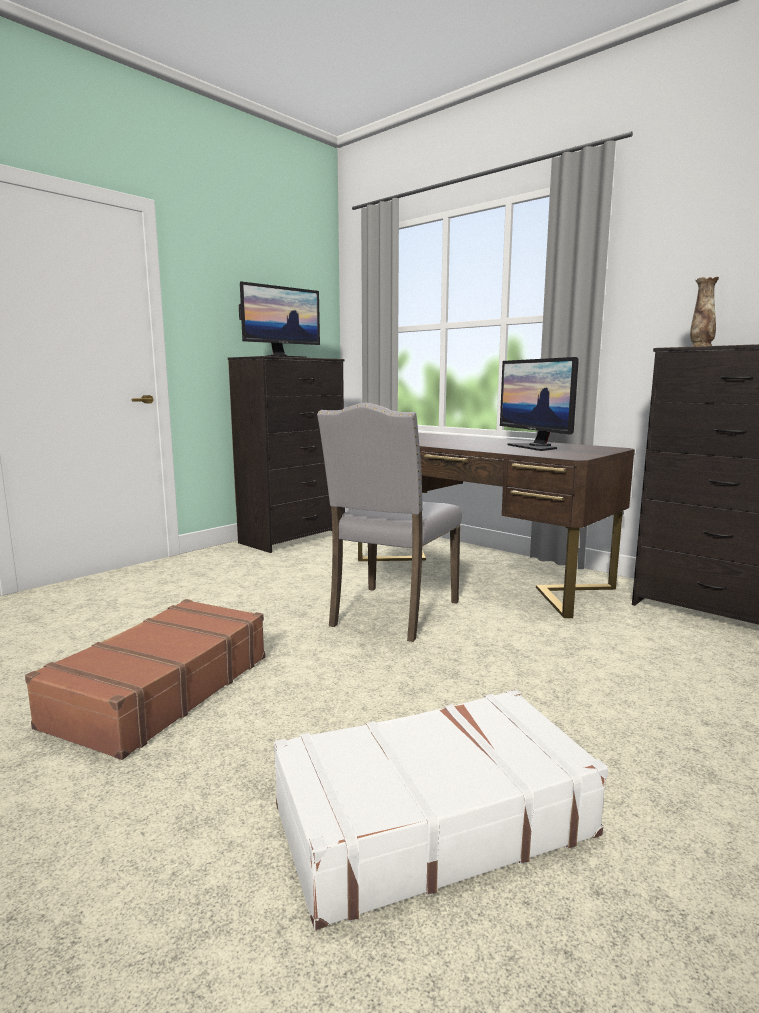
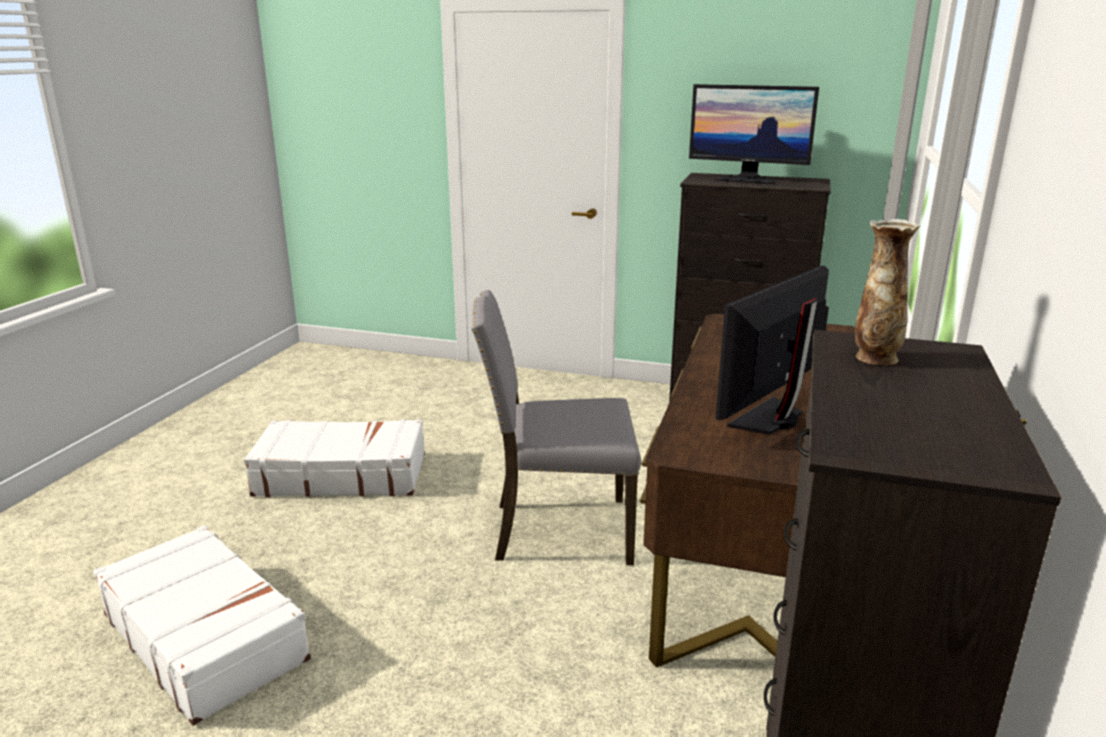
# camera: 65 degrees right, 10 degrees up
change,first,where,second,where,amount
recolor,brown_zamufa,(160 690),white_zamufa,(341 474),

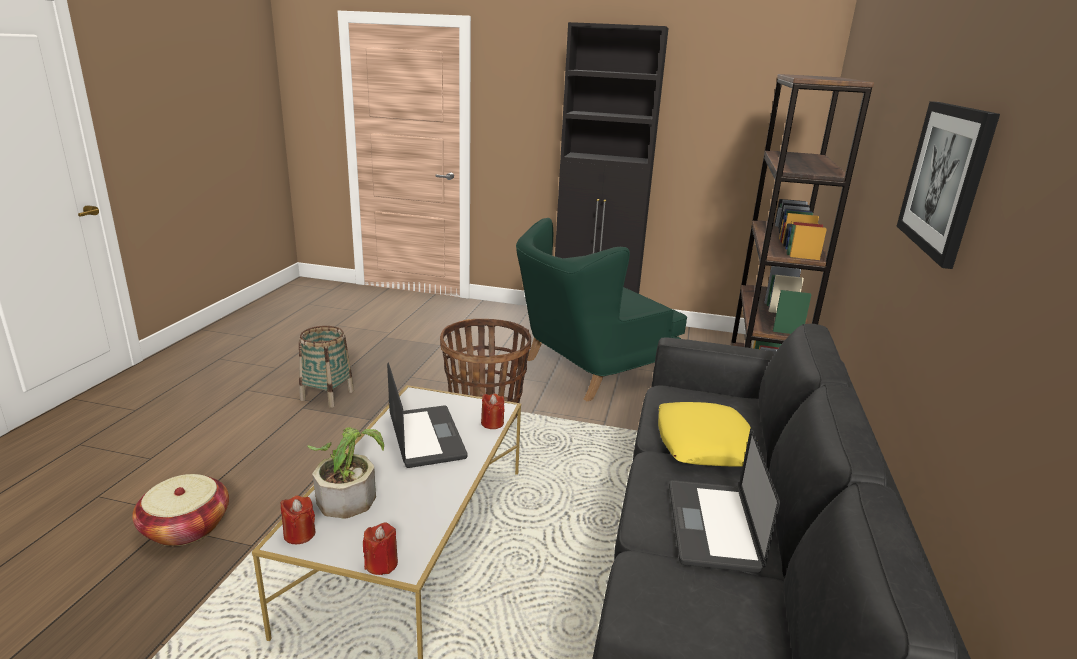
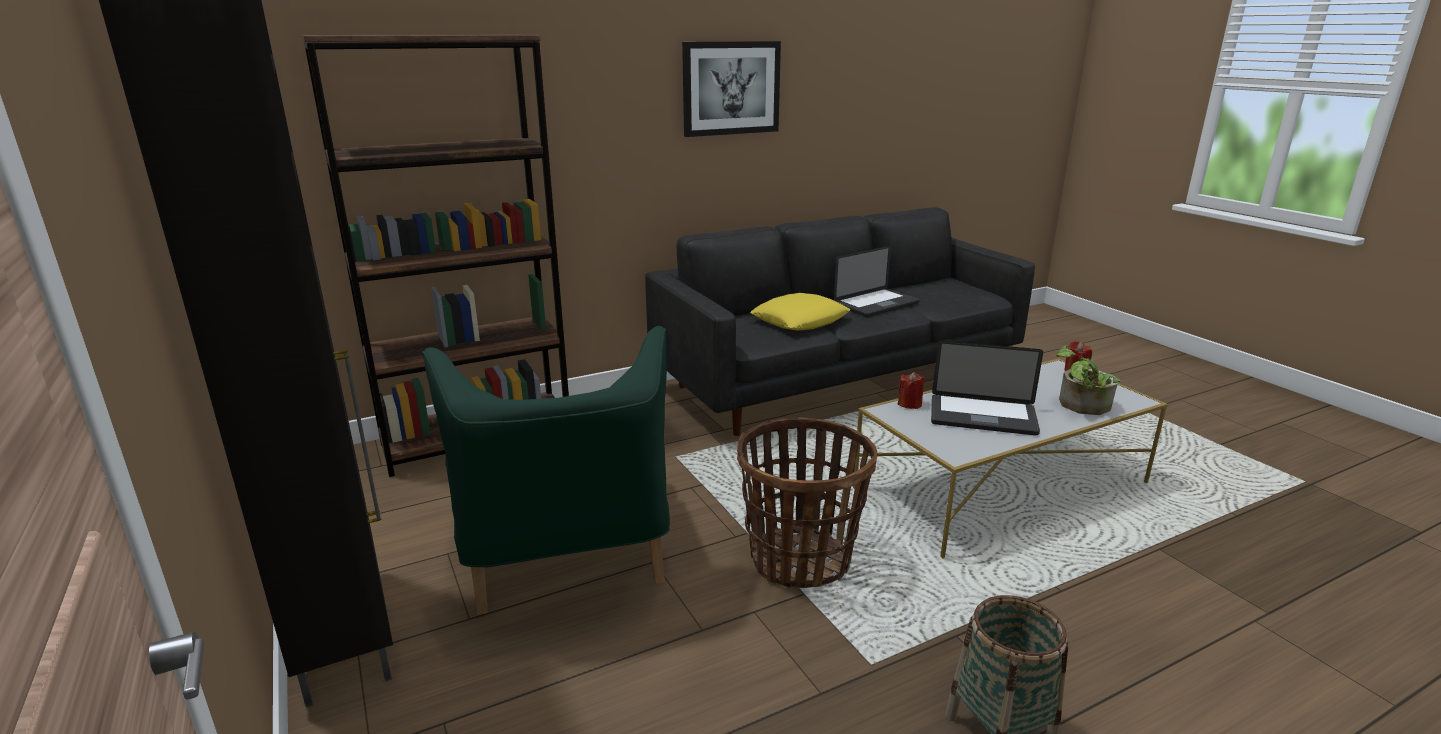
# camera: 130 degrees left, 0 degrees up
change,first,where,second,where,amount
rotate,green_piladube,(590 368),,(565 550),60 degrees clockwise
rotate,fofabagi,(426 437),,(982 416),105 degrees counterclockwise
delete,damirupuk,(186 527),,,
delete,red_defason,(299 534),,,

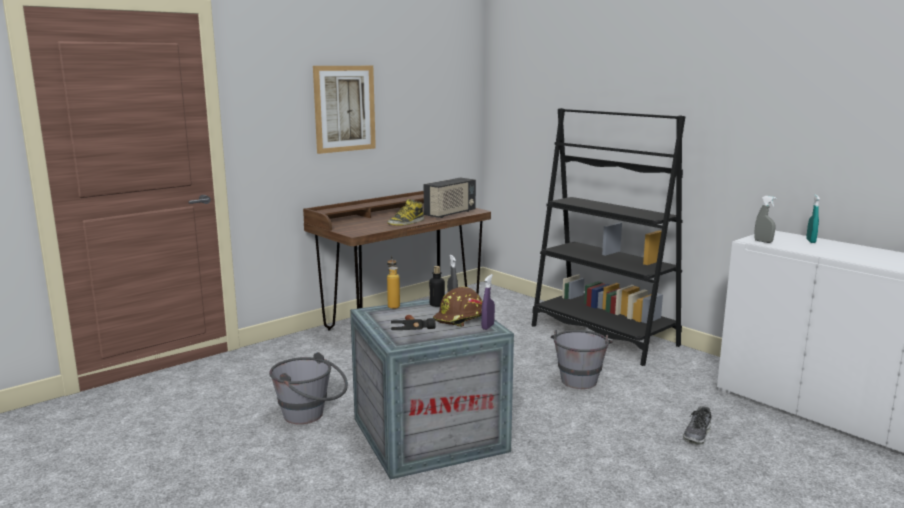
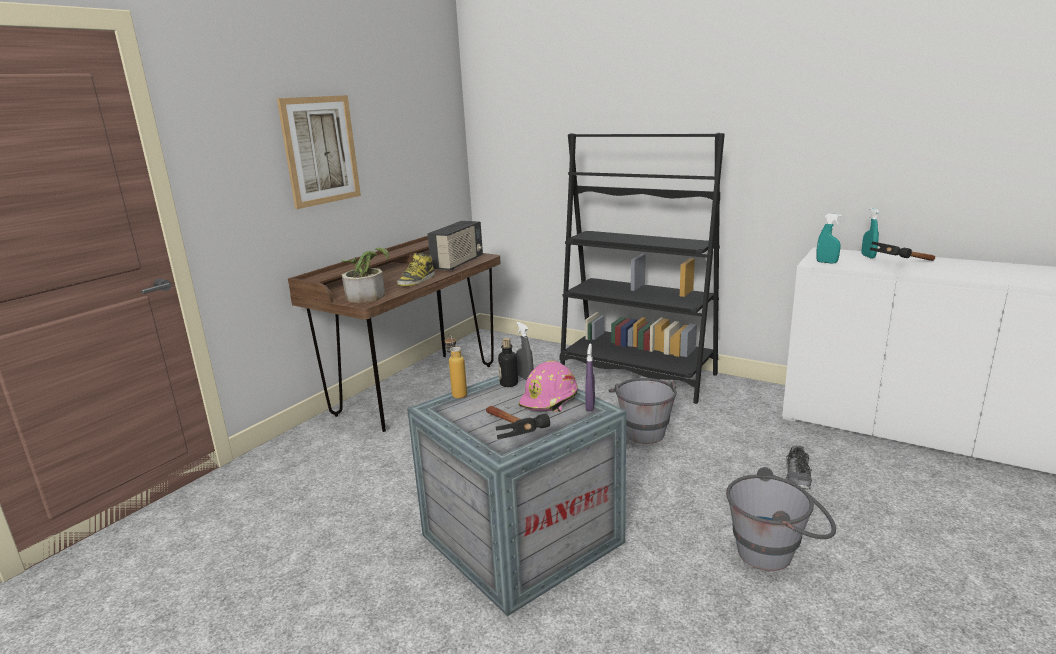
# camera: 15 degrees left, 5 degrees up
change,first,where,second,where,amount
insert,,,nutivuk,(368 295),
recolor,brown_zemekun,(459 319),pink_zemekun,(550 400),
move,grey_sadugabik,(311 416),,(776 553),
recolor,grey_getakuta,(763 241),turquoise_getakuta,(826 262),
insert,,,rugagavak,(902 268),

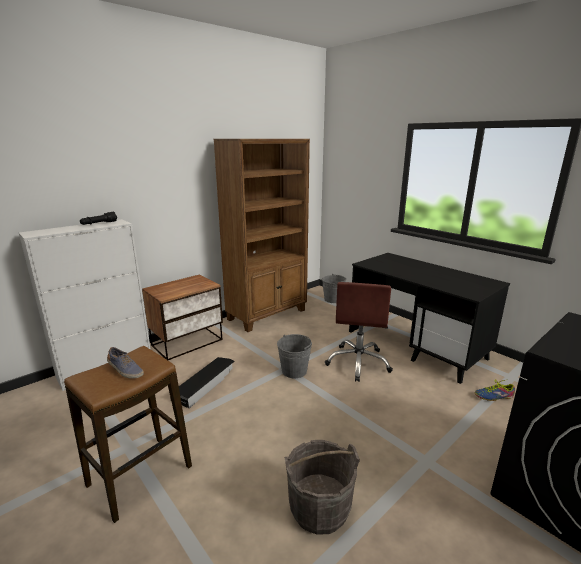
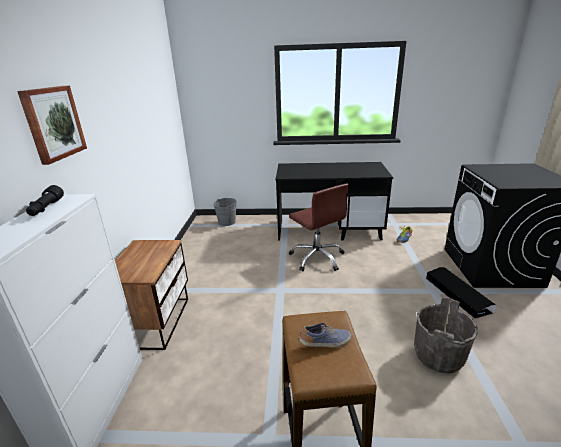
# camera: 45 degrees left, 5 degrees up
change,first,where,second,where,amount
insert,,,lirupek,(53 123),
move,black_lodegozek,(205 384),,(457 294),
delete,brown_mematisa,(268 315),,,
delete,grey_sadugabik,(294 371),,,

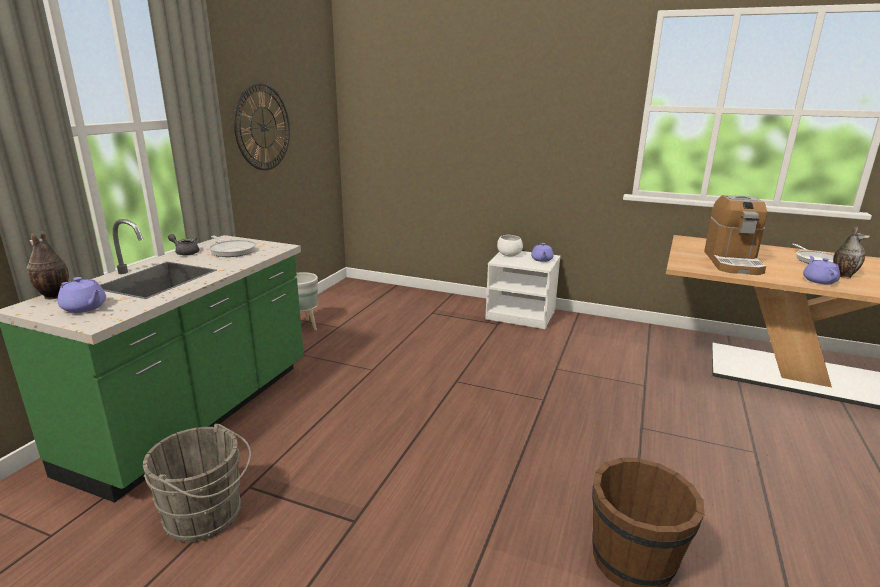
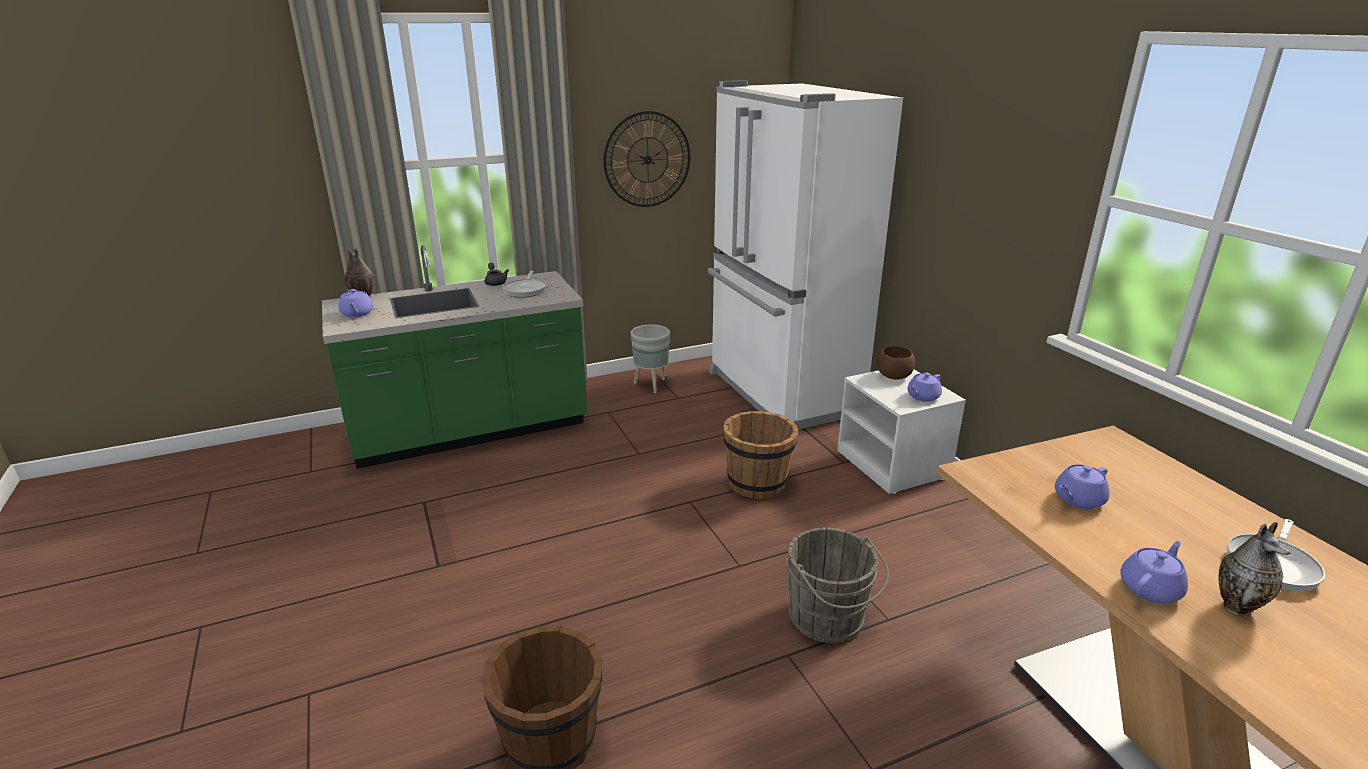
# camera: 45 degrees right, 5 degrees up
change,first,where,second,where,amount
insert,,,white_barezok,(780 394),
insert,,,brown_sadugabik,(757 483),
move,grey_sadugabik,(207 516),,(829 620),
recolor,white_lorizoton,(509 255),brown_lorizoton,(893 376),
replace,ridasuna,(732 262),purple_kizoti,(1078 500),

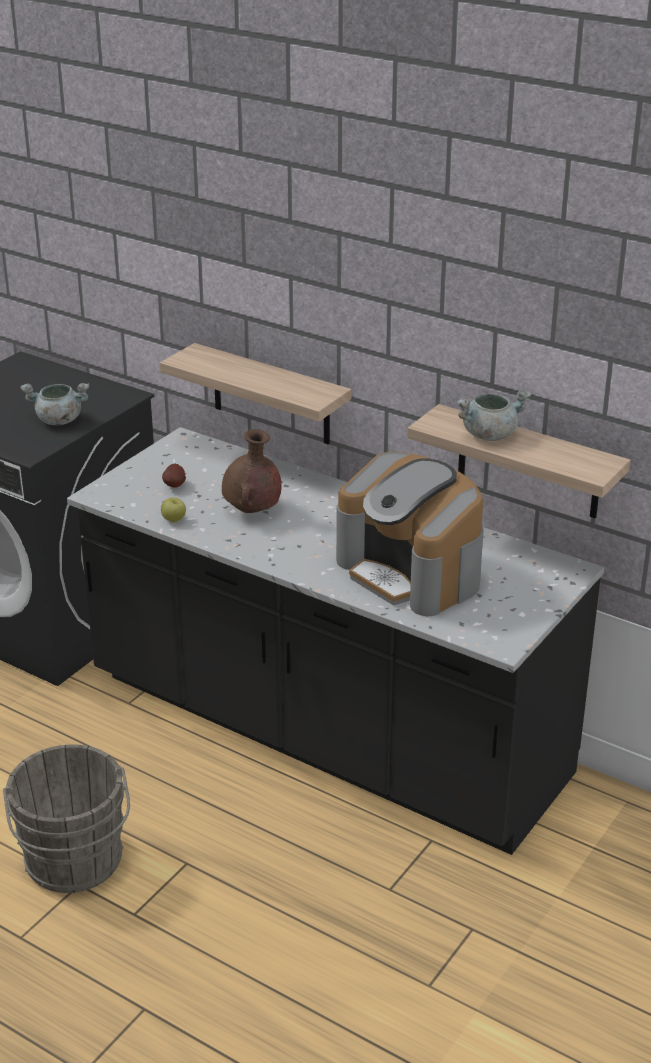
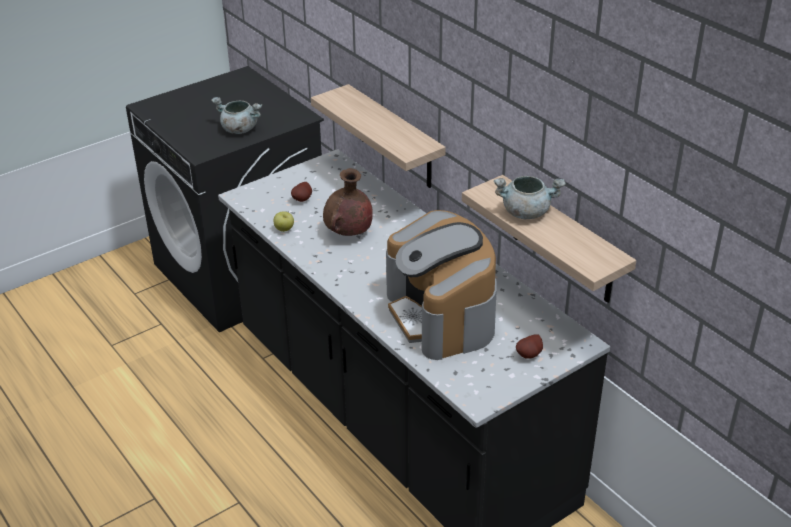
# camera: 20 degrees right, 5 degrees up
change,first,where,second,where,amount
insert,,,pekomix,(530 355),
delete,grey_sadugabik,(74 864),,,

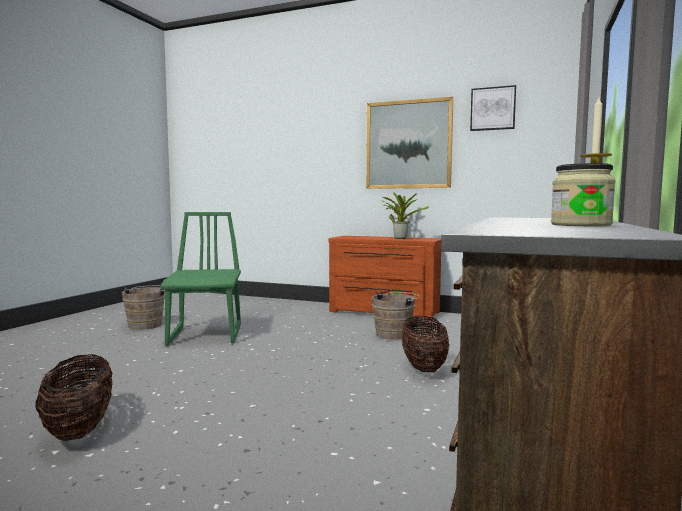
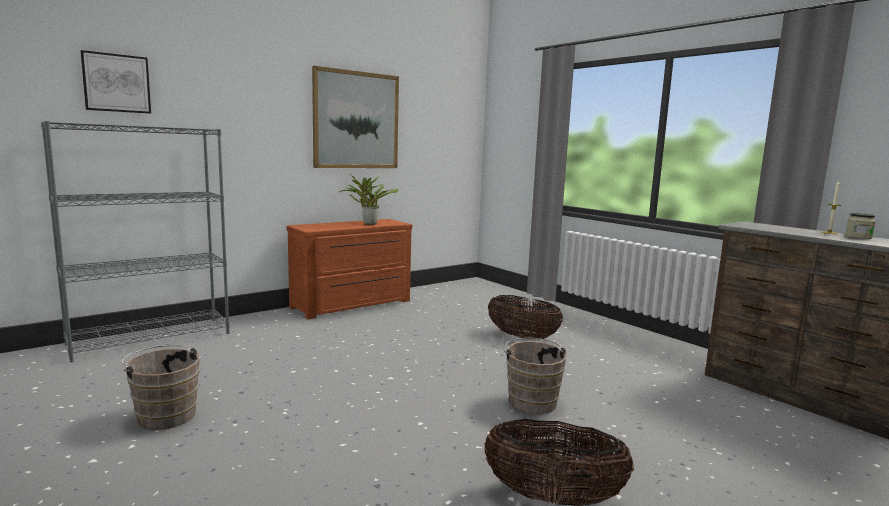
# camera: 60 degrees left, 5 degrees up
change,first,where,second,where,amount
insert,,,grey_mematisa,(151 338),
move,lirupek,(492 109),,(116 83),
move,brown_sadugabik,(395 334),,(531 401),
delete,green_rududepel,(206 335),,,

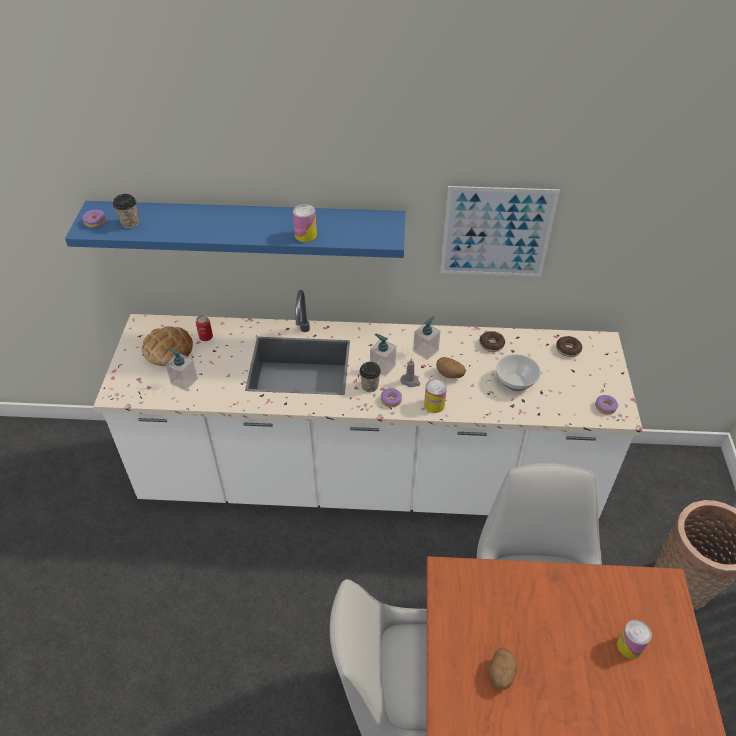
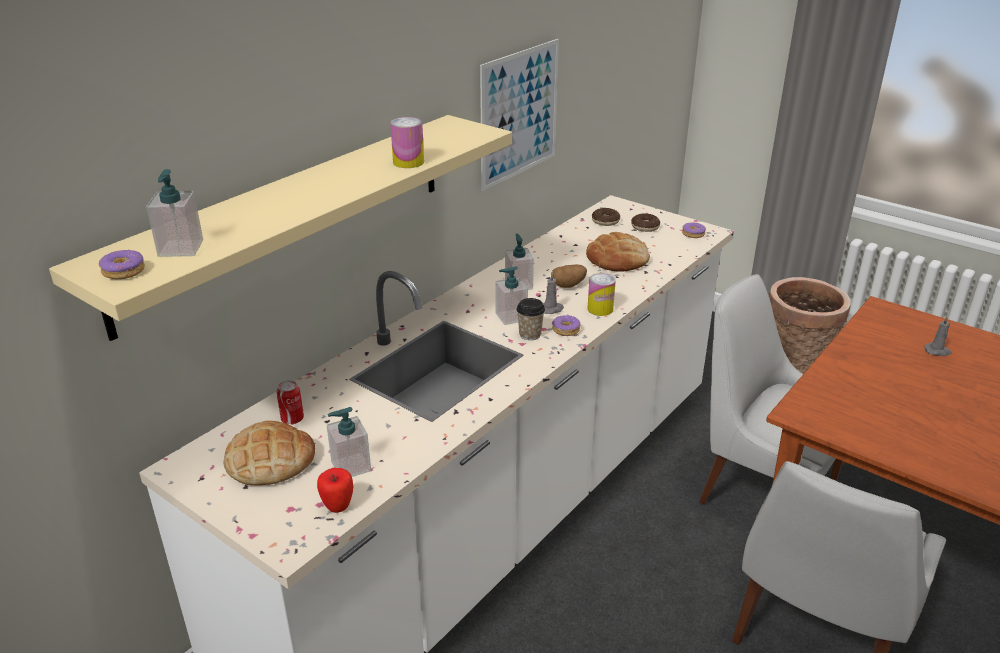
# camera: 55 degrees left, 15 degrees down
change,first,where,second,where,amount
recolor,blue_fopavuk,(247 228),beige_fopavuk,(291 216),
replace,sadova,(130 223),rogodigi,(180 248),
insert,,,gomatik,(338 506),
replace,lorizoton,(515 382),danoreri,(618 259),
move,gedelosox,(491 344),,(645 227),
replace,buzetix,(629 646),grey_defason,(937 351),
delete,pekomix,(501 674),,,

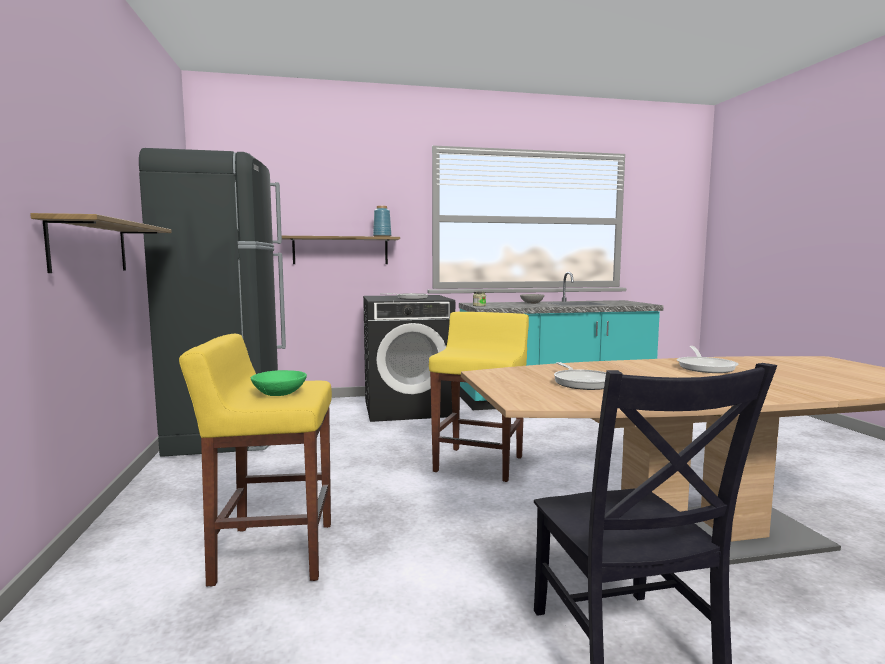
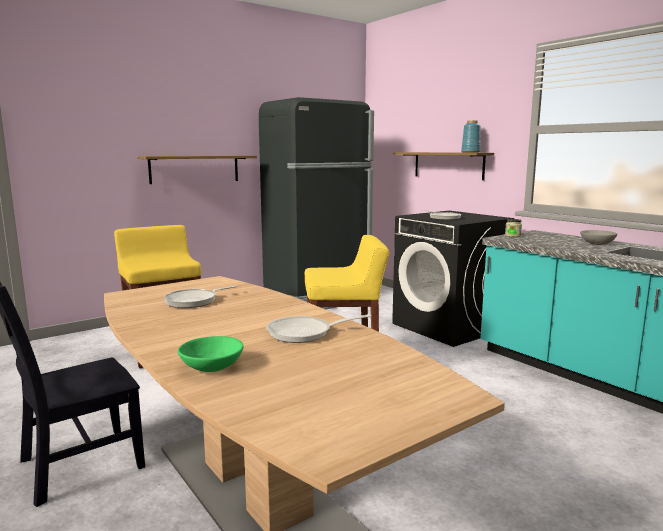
# camera: 65 degrees right, 5 degrees up
change,first,where,second,where,amount
move,green_lorizoton,(279 394),,(212 367),

